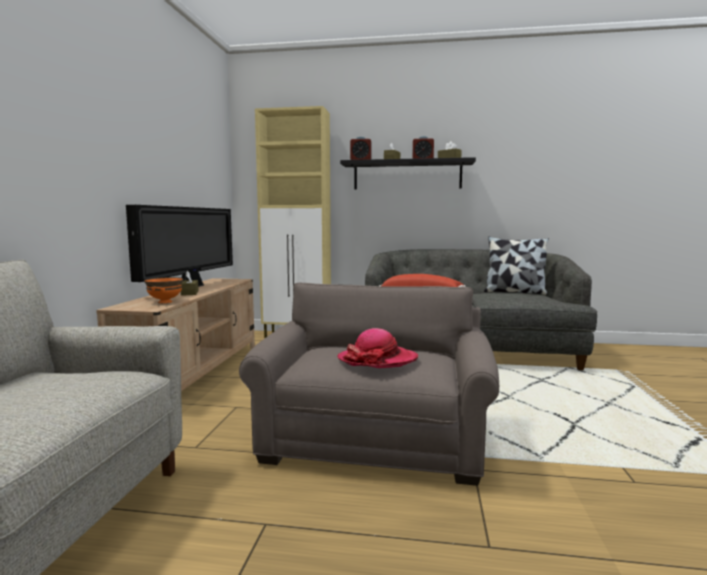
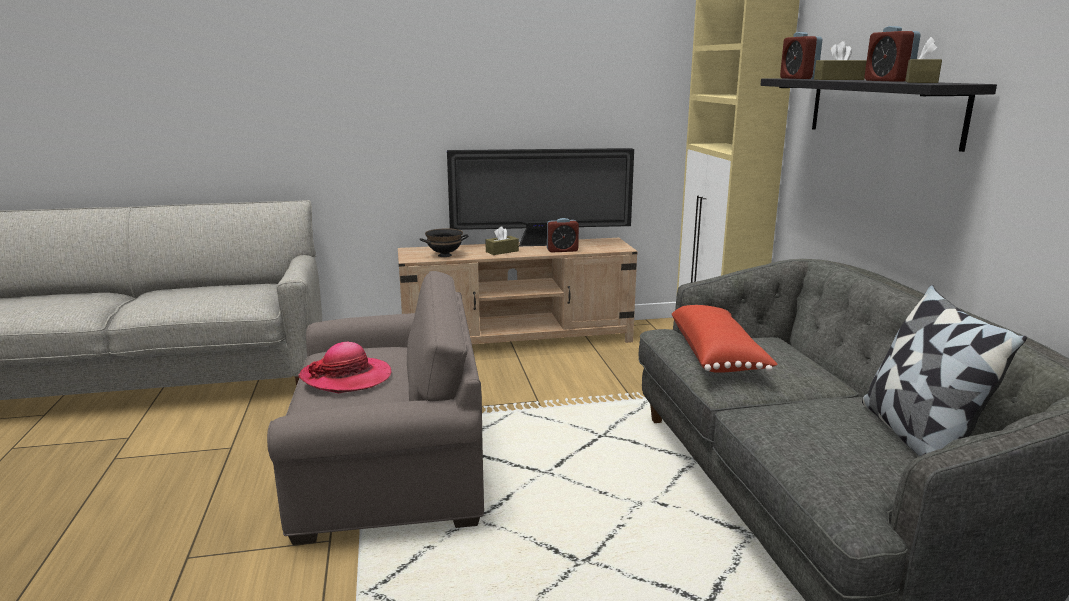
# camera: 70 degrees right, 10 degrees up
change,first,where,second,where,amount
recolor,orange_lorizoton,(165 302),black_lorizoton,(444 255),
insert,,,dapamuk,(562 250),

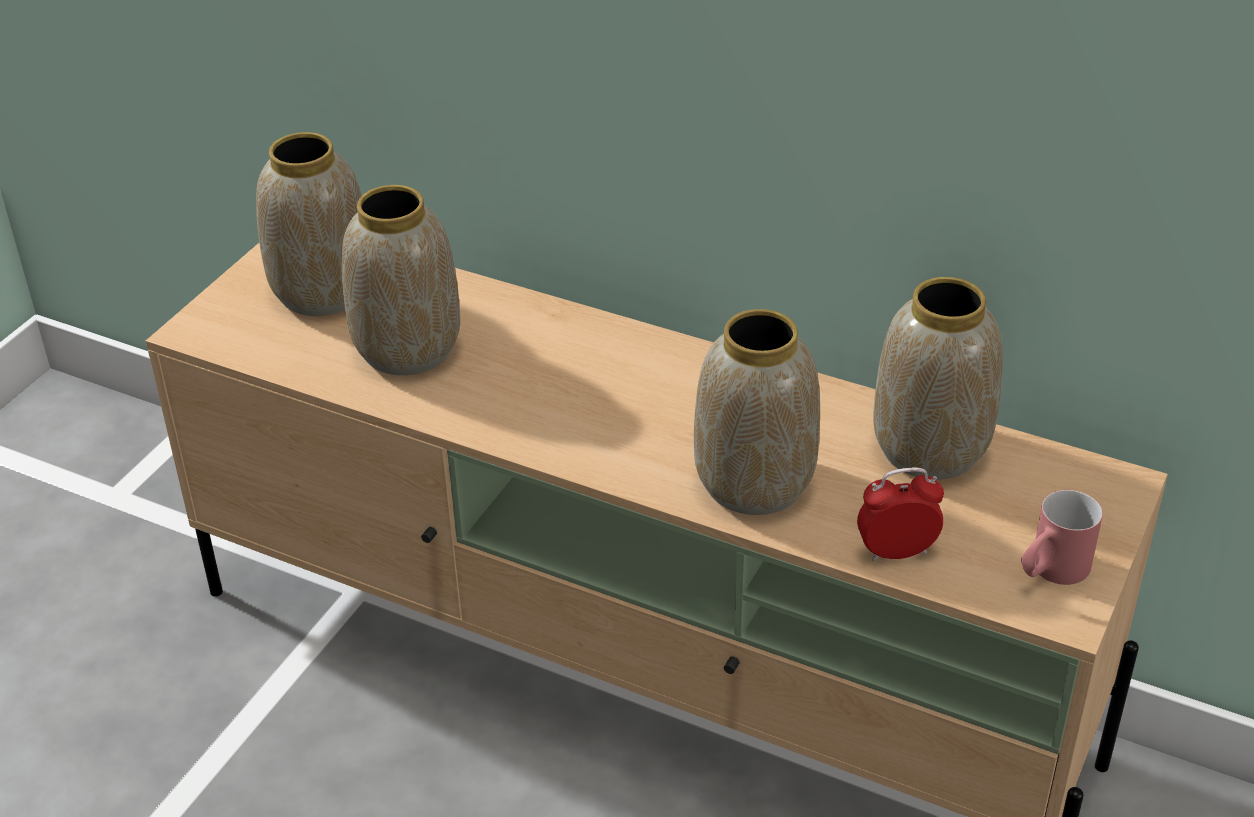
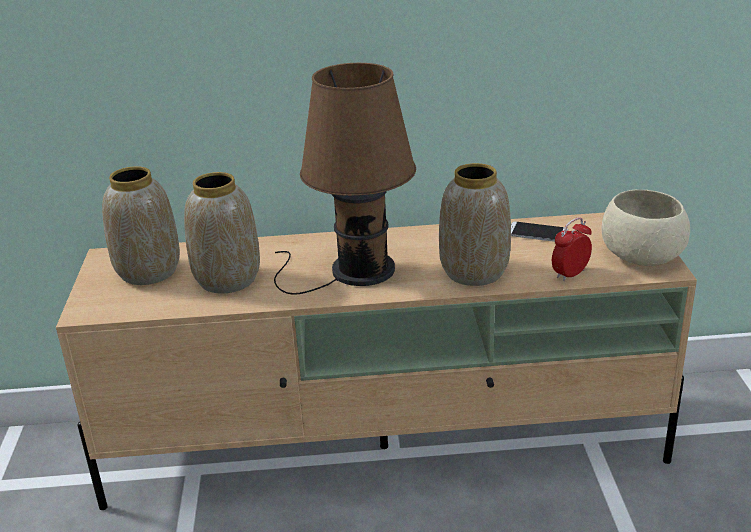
# camera: 30 degrees left, 10 degrees down
change,first,where,second,where,amount
insert,,,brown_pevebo,(355 271),
replace,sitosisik,(930 448),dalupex,(537 233),
replace,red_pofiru,(1050 572),beige_lorizoton,(642 258),

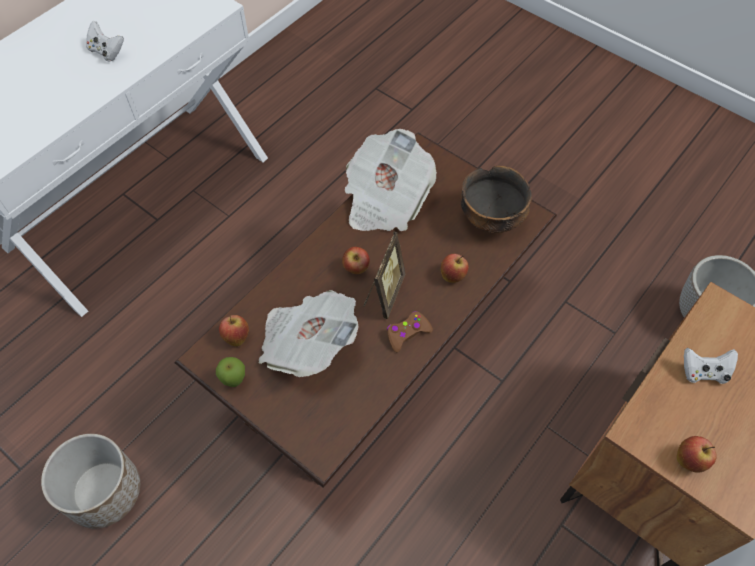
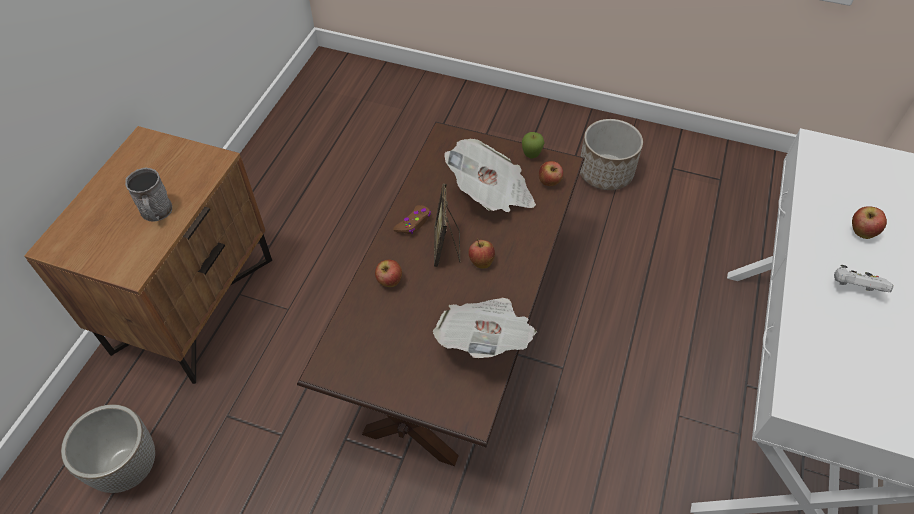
# camera: 160 degrees right, 5 degrees down
change,first,where,second,where,amount
replace,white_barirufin,(703 372),grey_pofiru,(157 213),
move,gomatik,(689 460),,(861 233),
delete,lorizoton,(492 218),,,

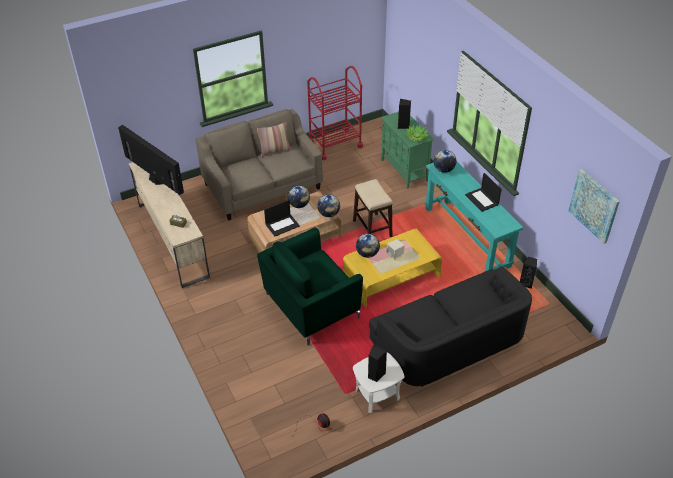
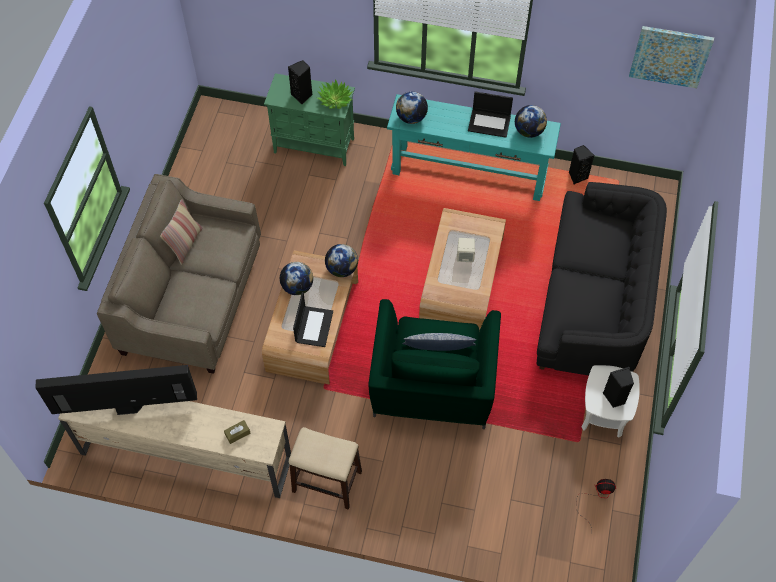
# camera: 50 degrees left, 15 degrees up
change,first,where,second,where,amount
move,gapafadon,(372 228),,(326 481),
insert,,,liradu,(439 348),
recolor,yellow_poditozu,(391 277),brown_poditozu,(461 282),
move,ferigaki,(367 254),,(529 131),
delete,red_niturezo,(335 144),,,

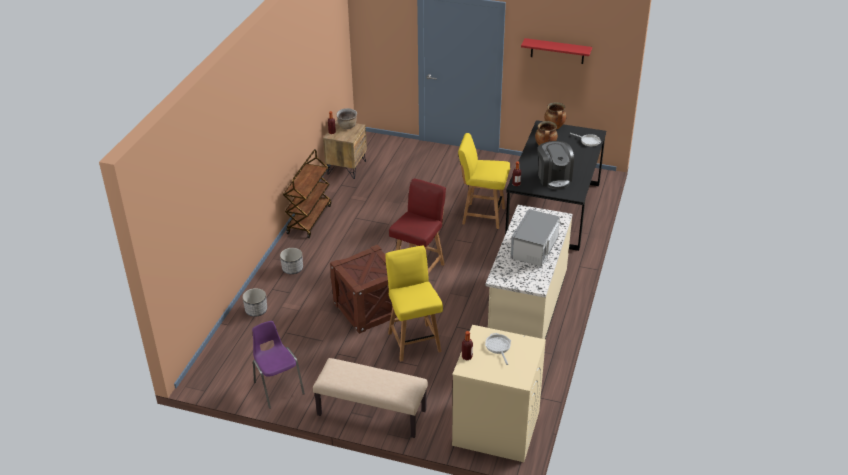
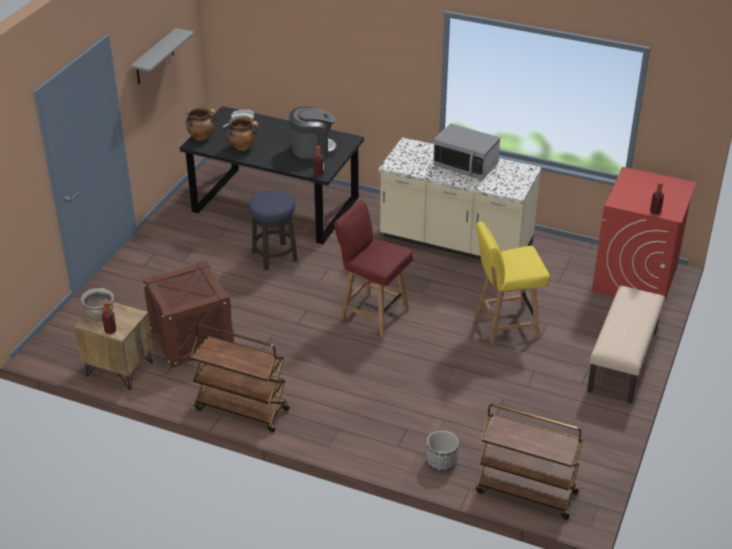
# camera: 85 degrees left, 0 degrees up
change,first,where,second,where,amount
recolor,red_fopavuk,(557 51),grey_fopavuk,(154 57),
move,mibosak,(369 309),,(192 339),
replace,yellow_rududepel,(482 215),gapafadon,(274 257),
insert,,,brown_niturezo,(525 493),
recolor,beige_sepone,(495 428),red_sepone,(635 279),
delete,purple_rududepel,(278 387),,,
delete,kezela,(292 269),,,
delete,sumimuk,(498 347),,,

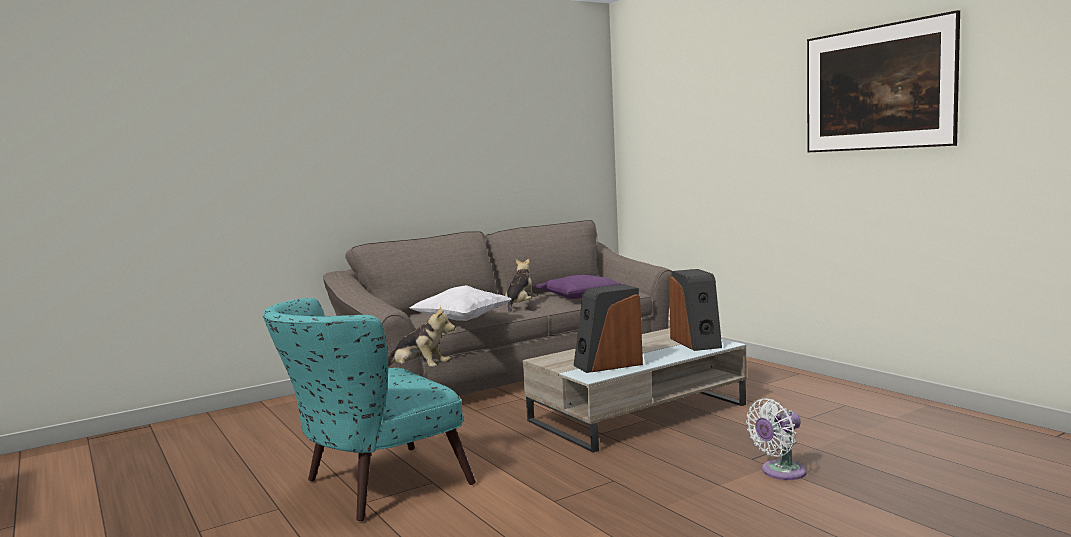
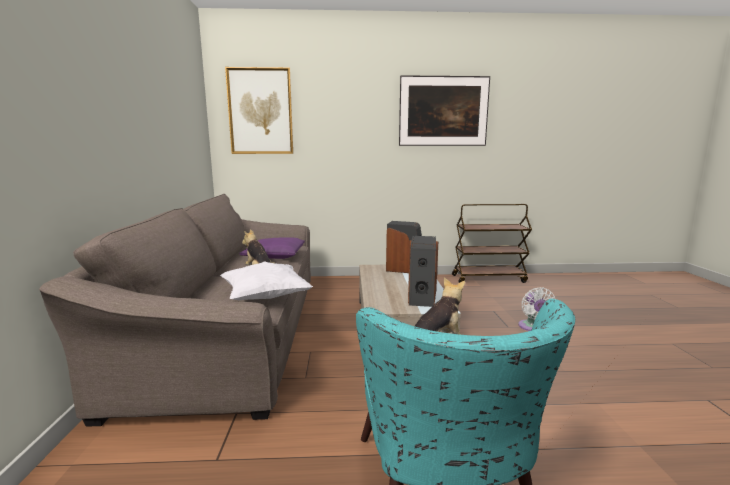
# camera: 60 degrees left, 5 degrees up
change,first,where,second,where,amount
insert,,,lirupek,(260 111),
insert,,,brown_niturezo,(489 278),

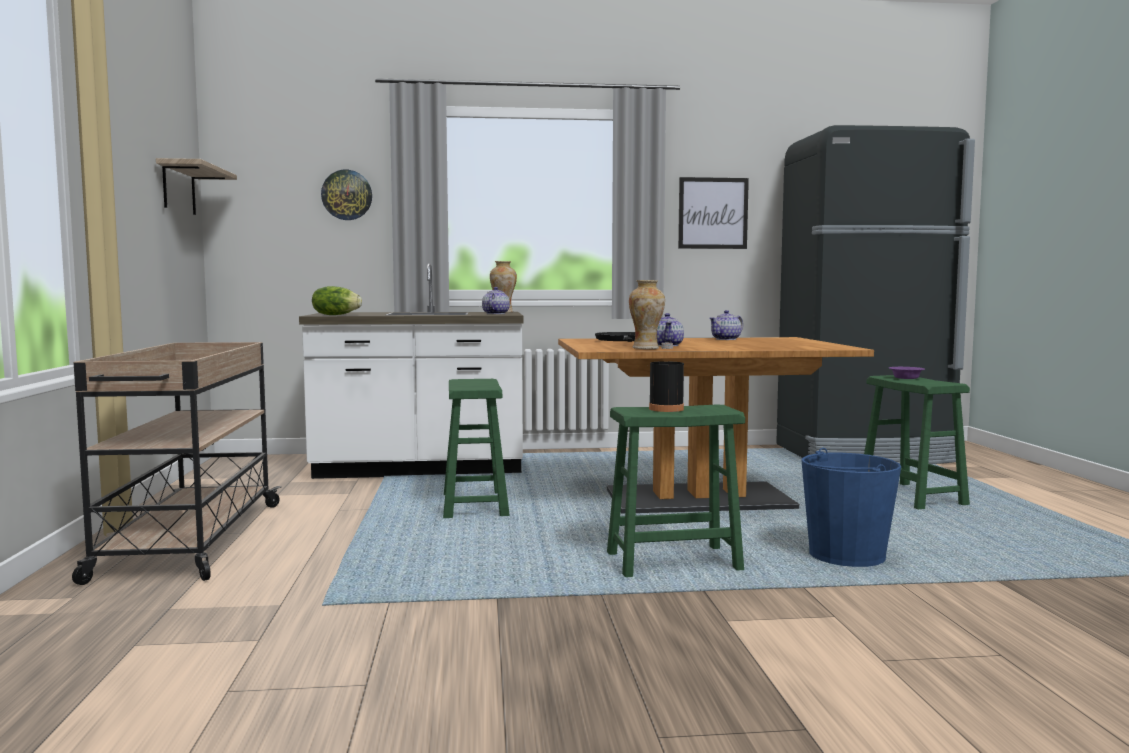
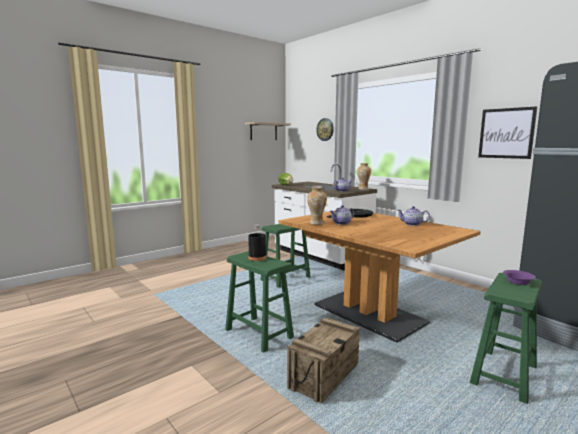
# camera: 55 degrees right, 5 degrees up
change,first,where,second,where,amount
replace,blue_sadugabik,(845 556),mibosak,(324 376),
delete,beige_niturezo,(190 541),,,

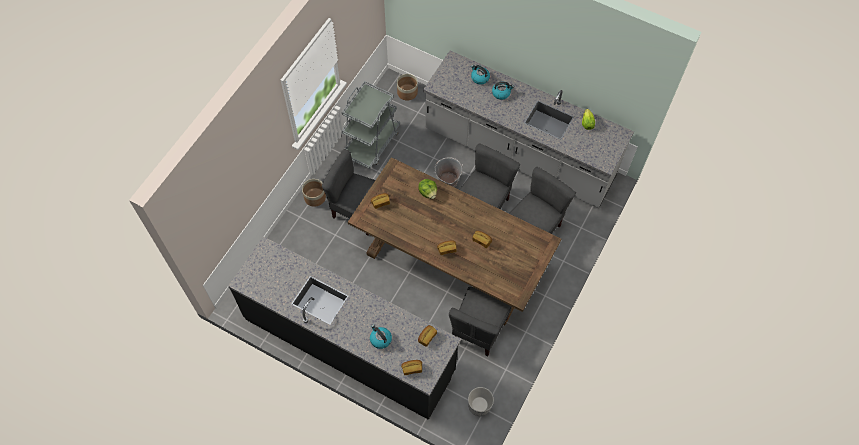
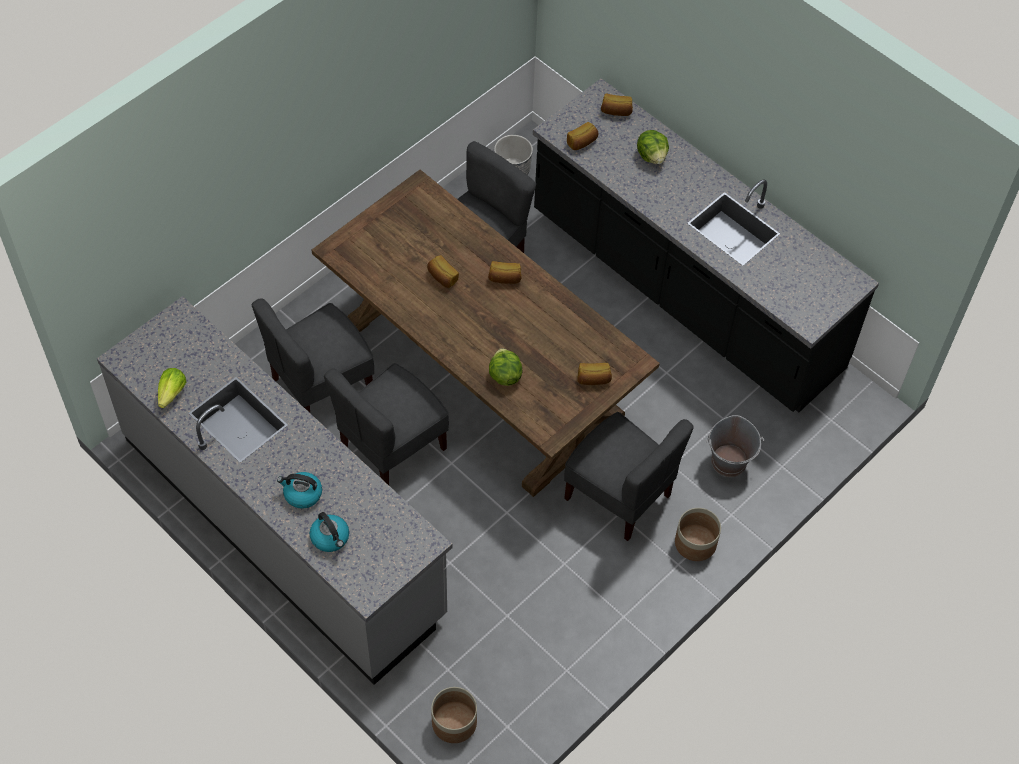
# camera: 165 degrees left, 5 degrees down
change,first,where,second,where,amount
replace,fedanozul,(380 339),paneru,(652 156),
move,grey_sadugabik,(447 181),,(729 462),
delete,grey_niturezo,(371 143),,,

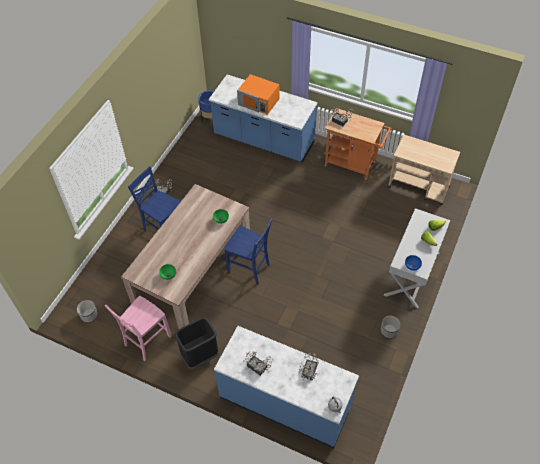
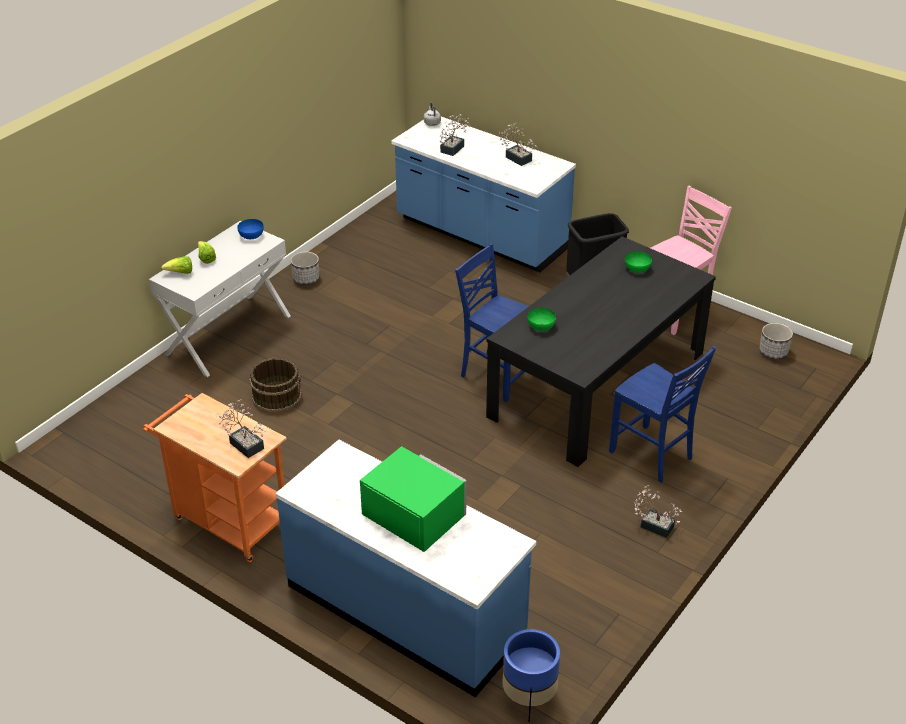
# camera: 170 degrees left, 15 degrees down
change,first,where,second,where,amount
insert,,,brown_sadugabik,(277 395),
recolor,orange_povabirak,(259 101),green_povabirak,(413 514),
recolor,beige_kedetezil,(193 272),black_kedetezil,(597 384),
delete,beige_niturezo,(419 186),,,

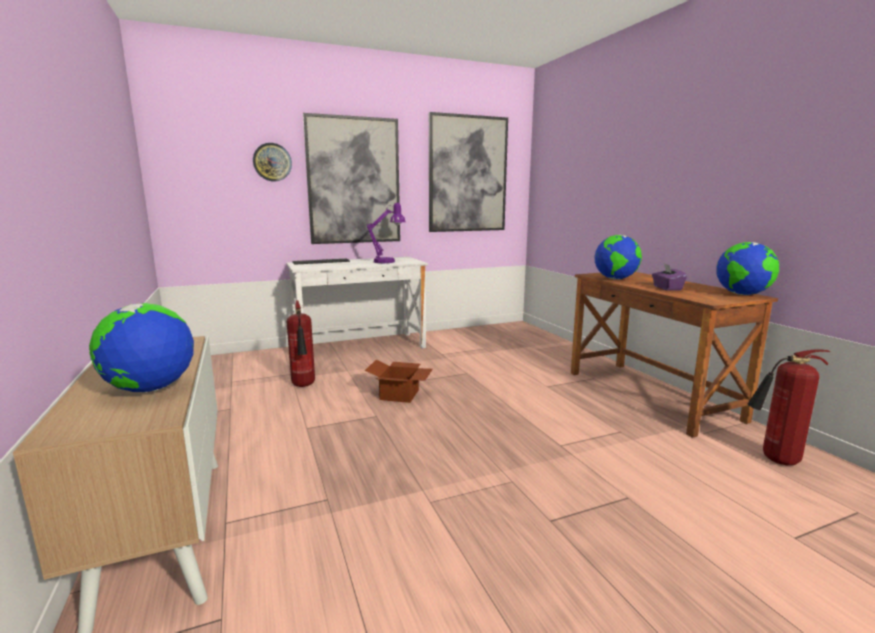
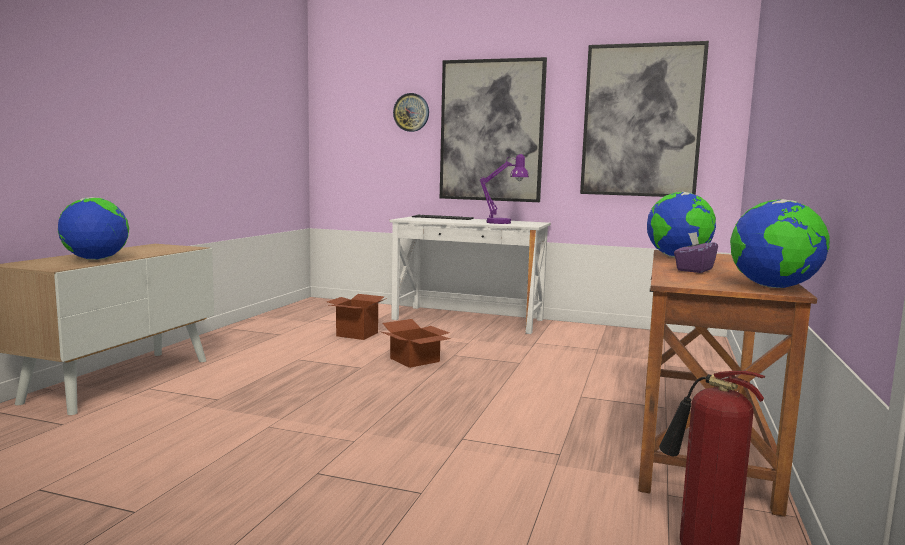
# camera: 40 degrees right, 5 degrees down
change,first,where,second,where,amount
replace,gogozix,(304 386),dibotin,(357 334),

